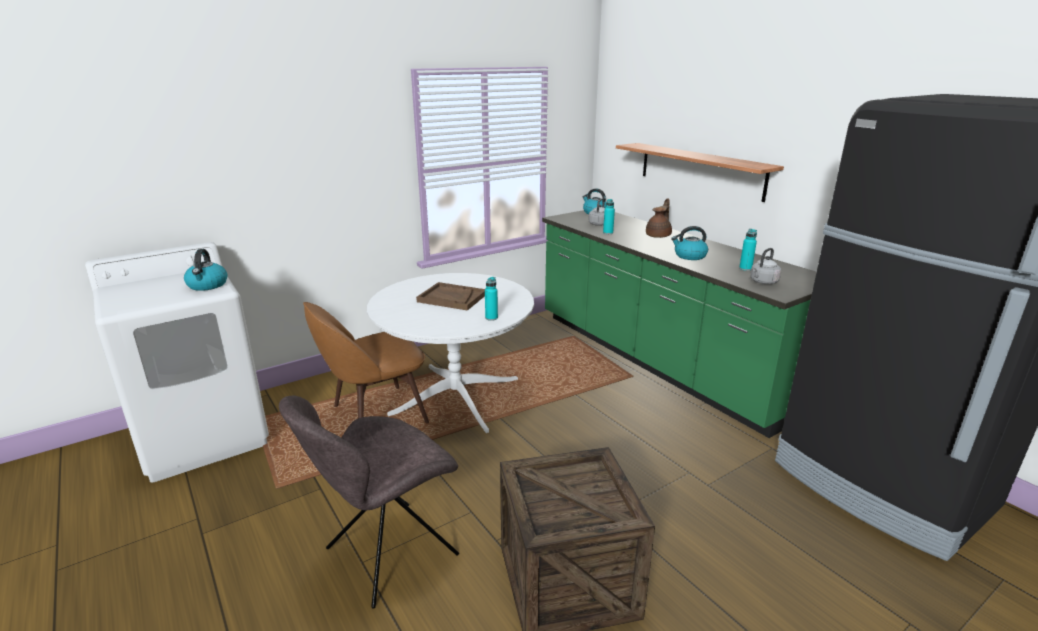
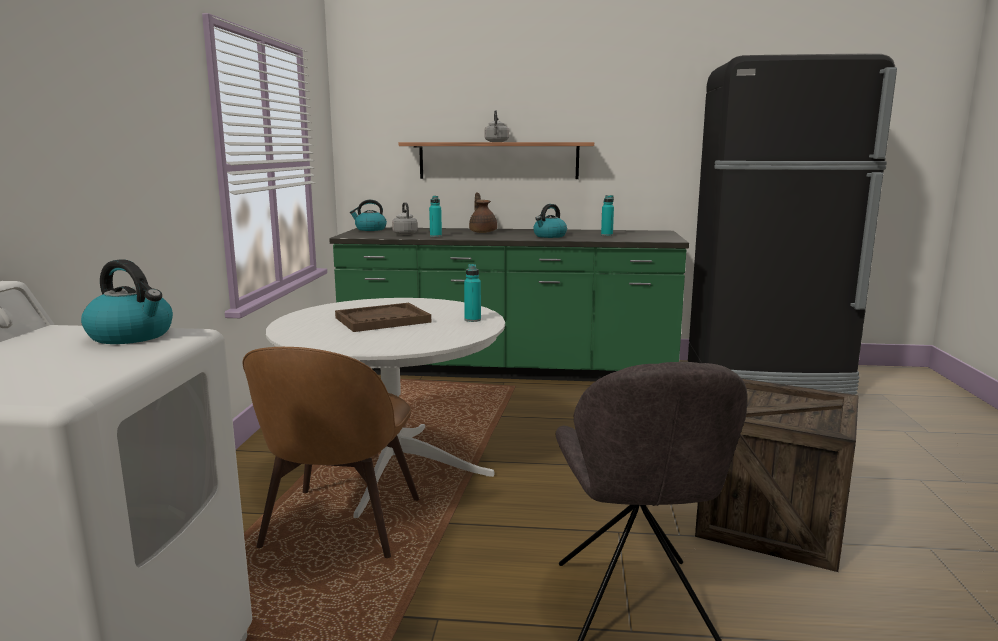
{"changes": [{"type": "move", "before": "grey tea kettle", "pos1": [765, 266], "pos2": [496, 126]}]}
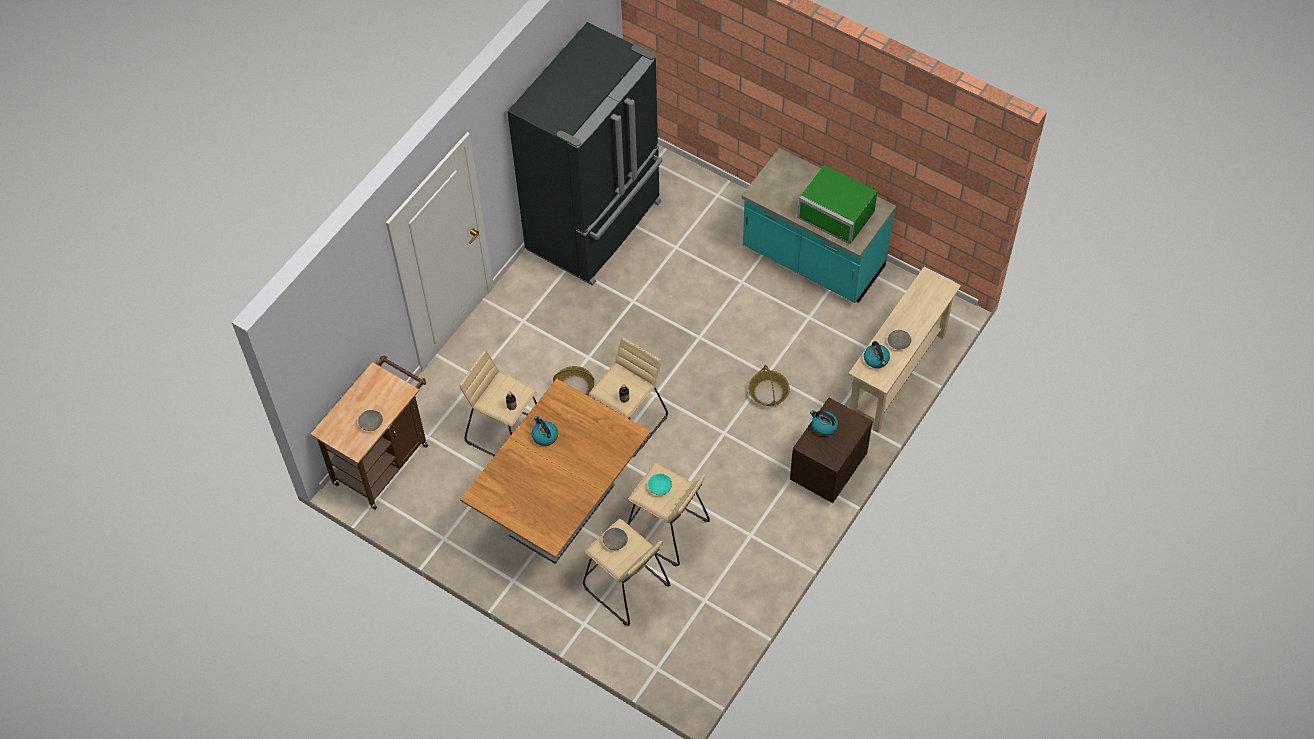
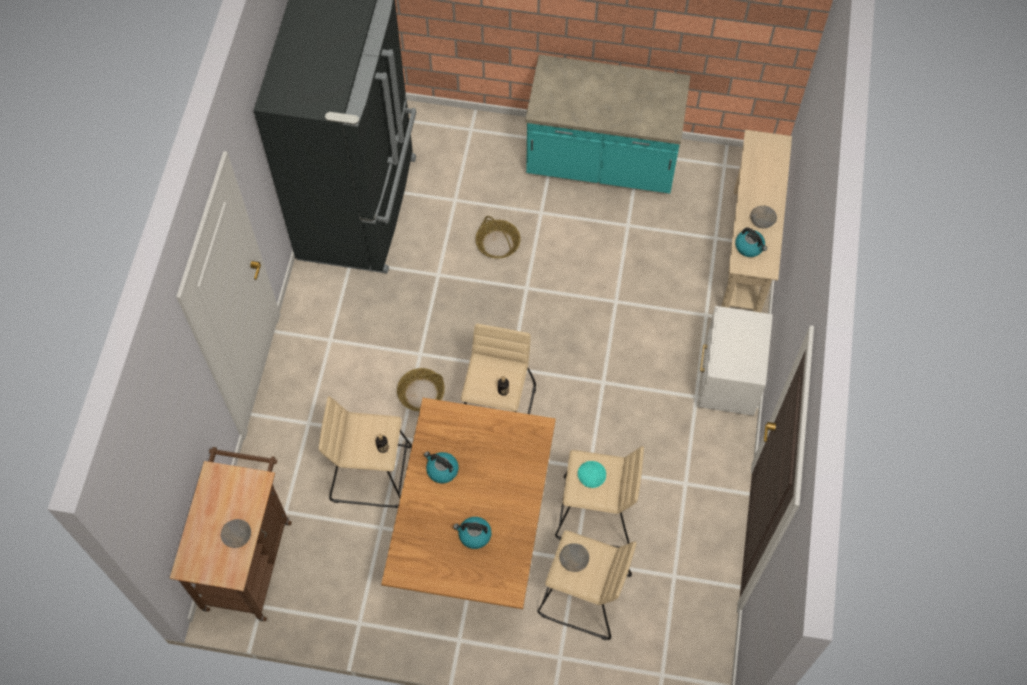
{"changes": [{"type": "delete", "before": "green-coloured microwave oven", "pos1": [837, 205]}, {"type": "move", "before": "storage basket", "pos1": [769, 385], "pos2": [498, 237]}, {"type": "recolor", "before": "brownish bedside table", "after": "whitish bedside table", "pos1": [831, 450], "pos2": [735, 361]}, {"type": "move", "before": "tea kettle", "pos1": [824, 423], "pos2": [472, 533]}]}
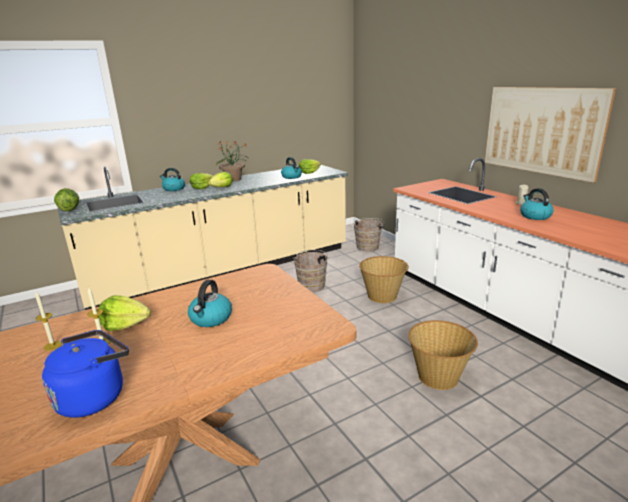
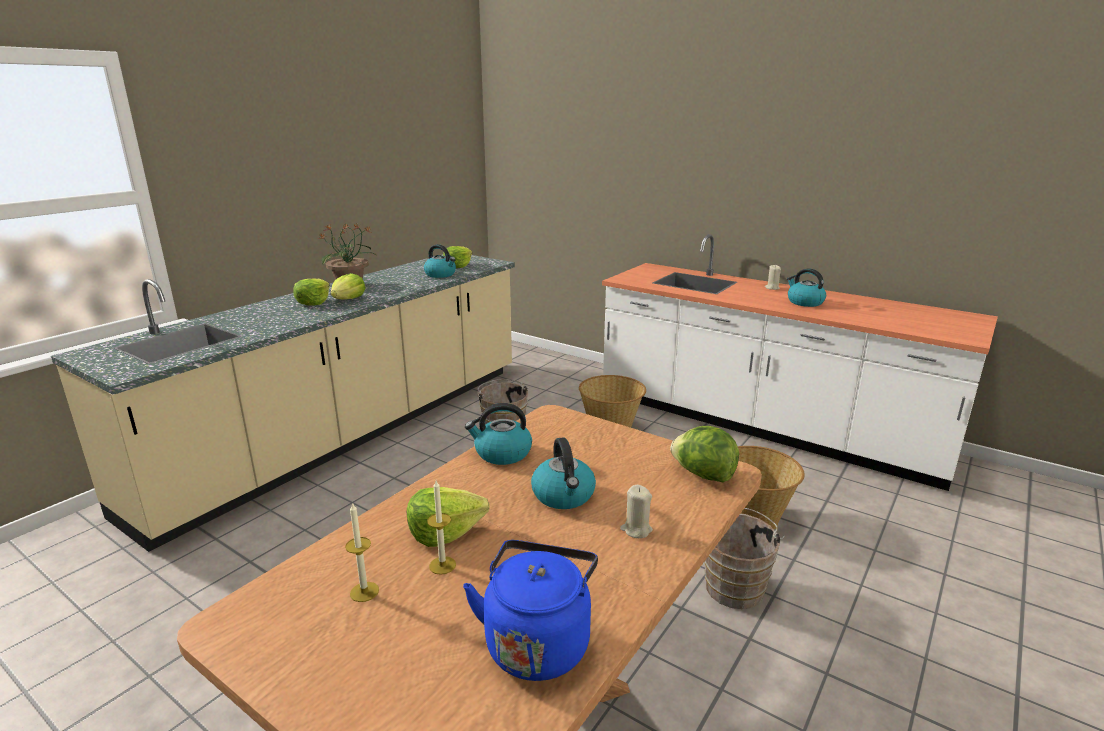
{"changes": [{"type": "delete", "before": "picture", "pos1": [550, 135]}, {"type": "move", "before": "tea kettle", "pos1": [172, 179], "pos2": [498, 434]}, {"type": "move", "before": "lettuce head", "pos1": [66, 199], "pos2": [704, 454]}, {"type": "move", "before": "brownish water bucket", "pos1": [369, 235], "pos2": [744, 558]}, {"type": "insert", "after": "beige-coloured wax candle", "pos2": [636, 511]}]}
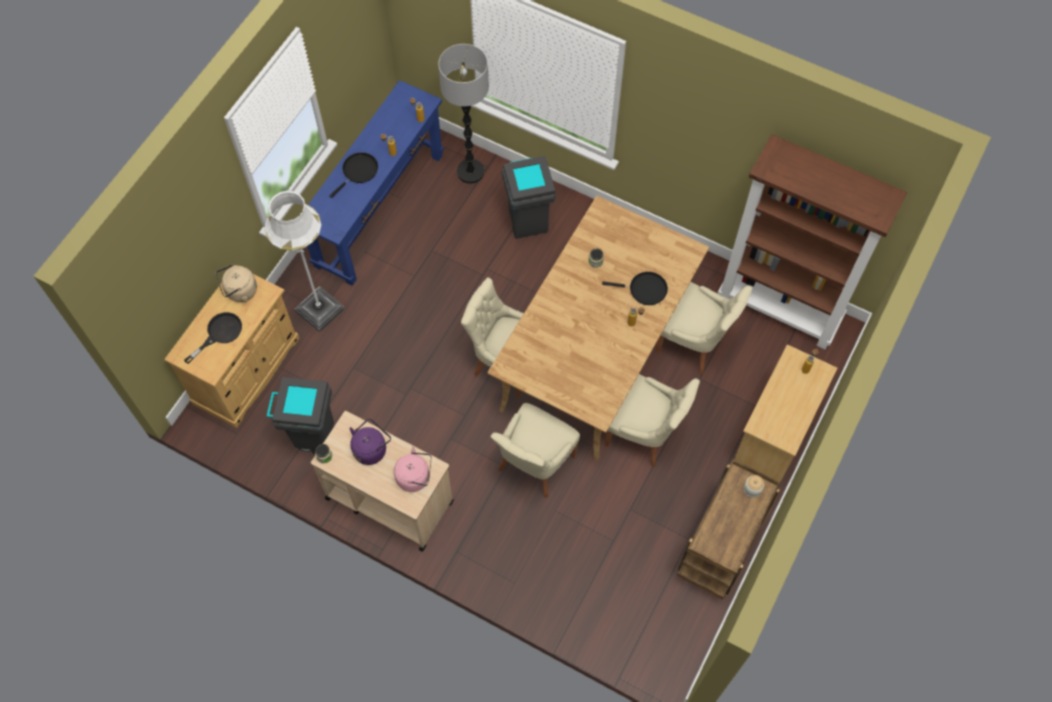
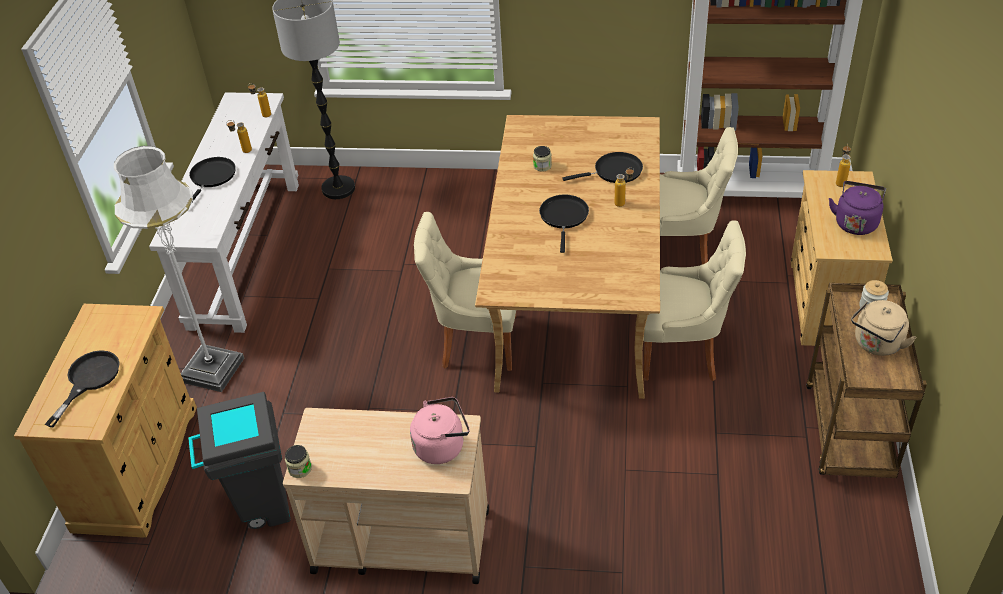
{"changes": [{"type": "recolor", "before": "bluish narrow table", "after": "whitish narrow table", "pos1": [375, 183], "pos2": [224, 212]}, {"type": "delete", "before": "grey trash can", "pos1": [529, 197]}, {"type": "move", "before": "beige-coloured tea kettle", "pos1": [236, 283], "pos2": [884, 328]}, {"type": "delete", "before": "beige-coloured chair", "pos1": [535, 450]}, {"type": "move", "before": "purple-coloured tea kettle", "pos1": [370, 442], "pos2": [857, 208]}, {"type": "insert", "after": "black-coloured pan", "pos2": [564, 223]}]}
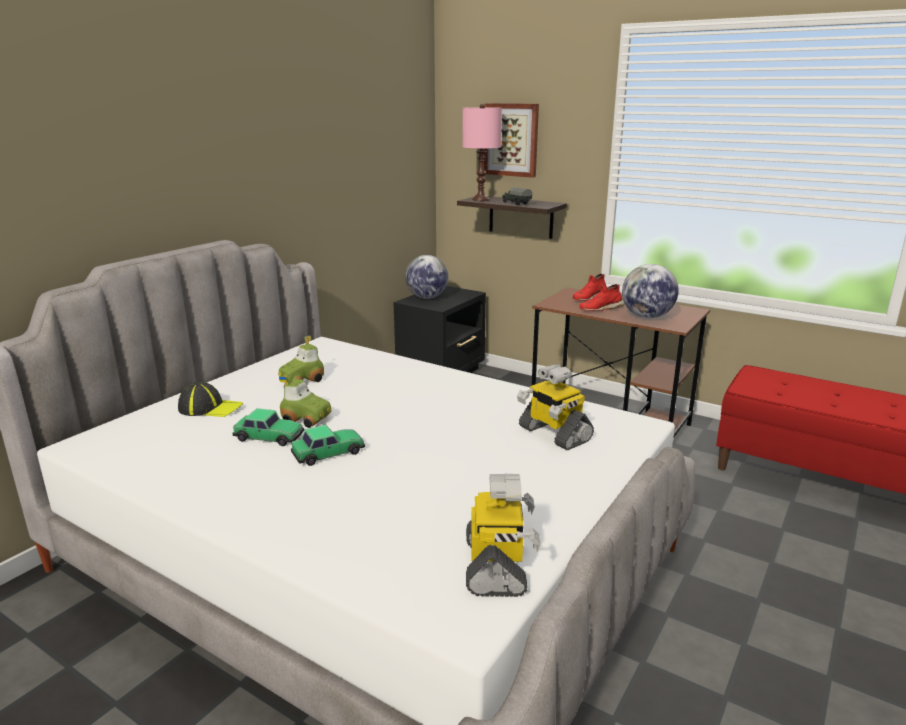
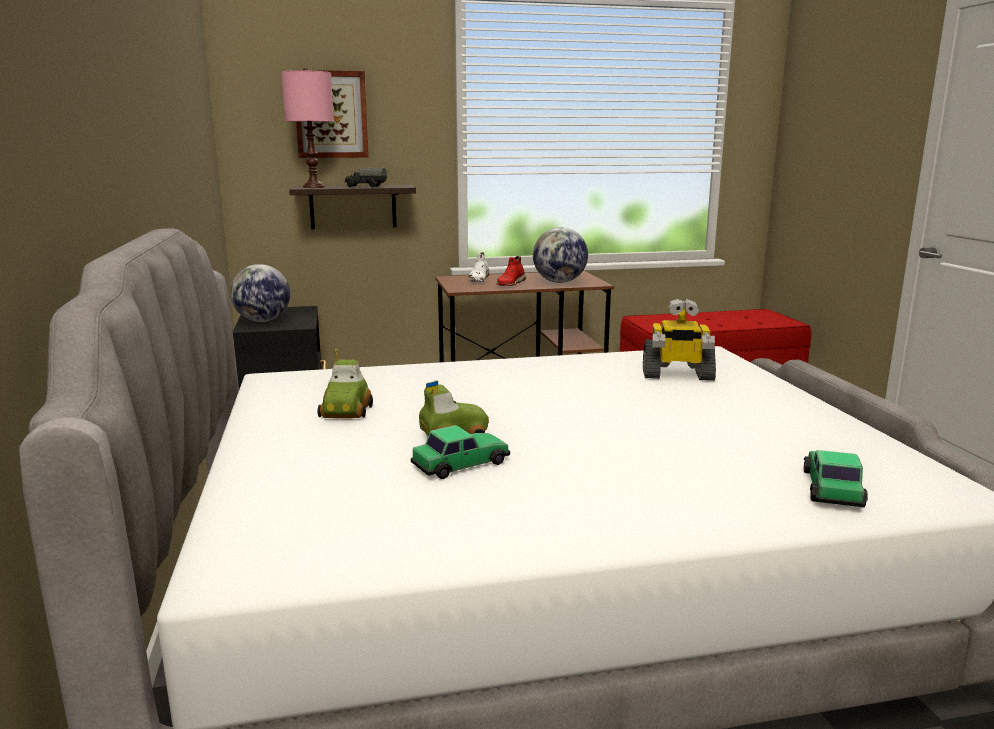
{"changes": [{"type": "recolor", "before": "red low shoe", "after": "whitish low shoe", "pos1": [590, 287], "pos2": [478, 266]}, {"type": "delete", "before": "baseball cap", "pos1": [210, 399]}, {"type": "move", "before": "miniature car", "pos1": [328, 445], "pos2": [836, 478]}, {"type": "delete", "before": "robot figure", "pos1": [503, 535]}]}
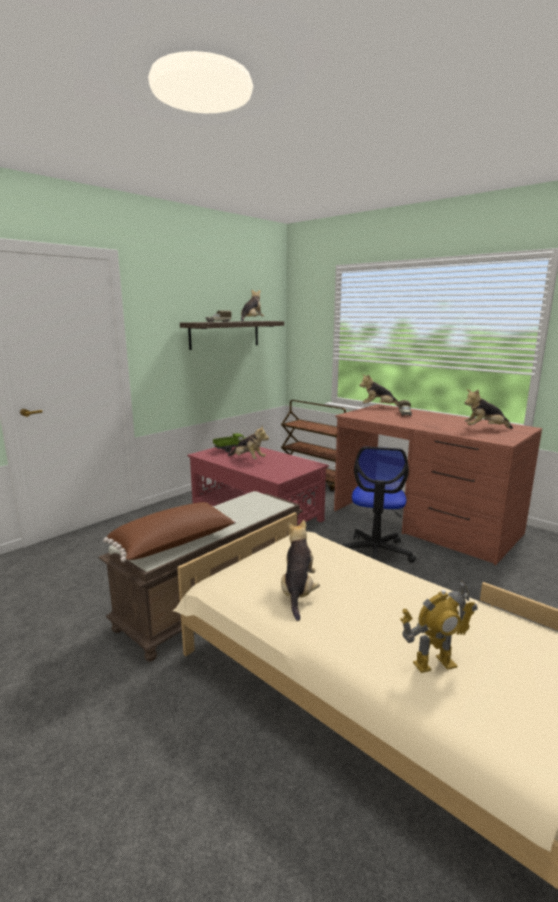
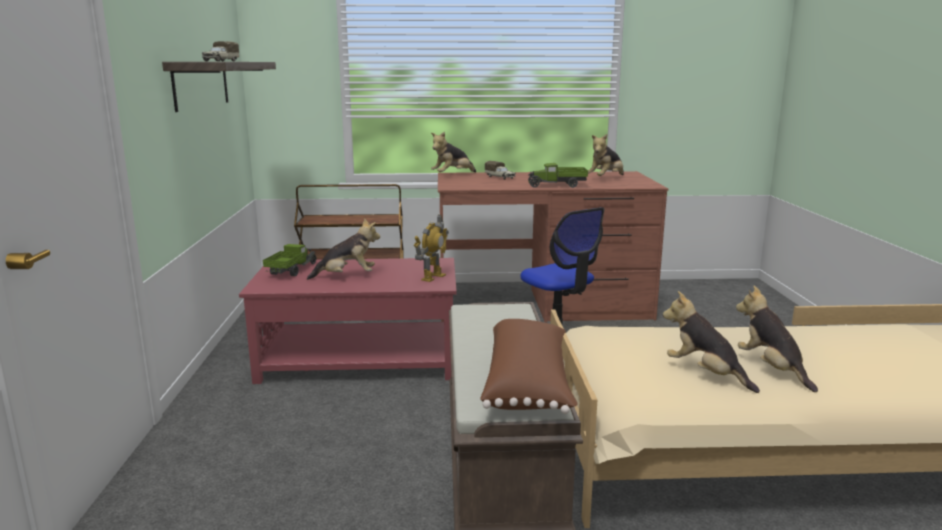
{"changes": [{"type": "move", "before": "plush toy", "pos1": [252, 305], "pos2": [777, 339]}, {"type": "move", "before": "robot figure", "pos1": [438, 627], "pos2": [431, 248]}, {"type": "insert", "after": "model truck", "pos2": [557, 175]}]}
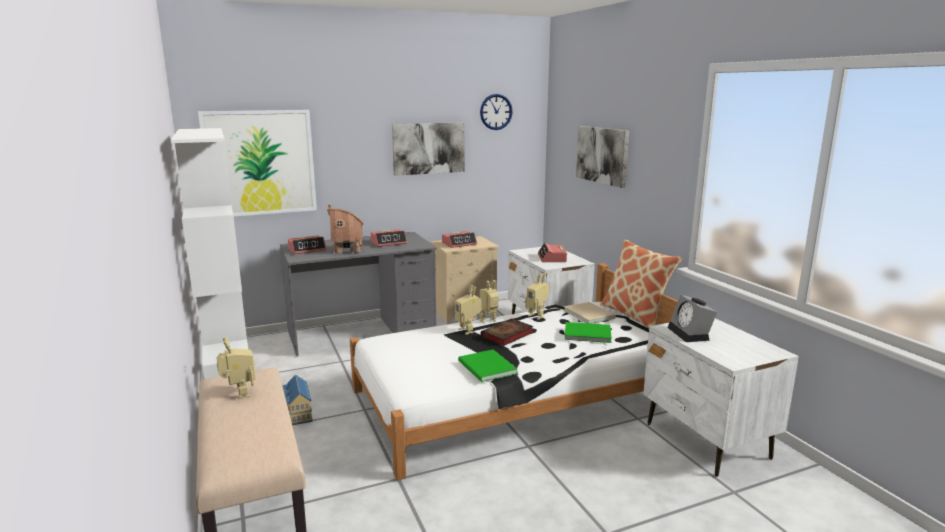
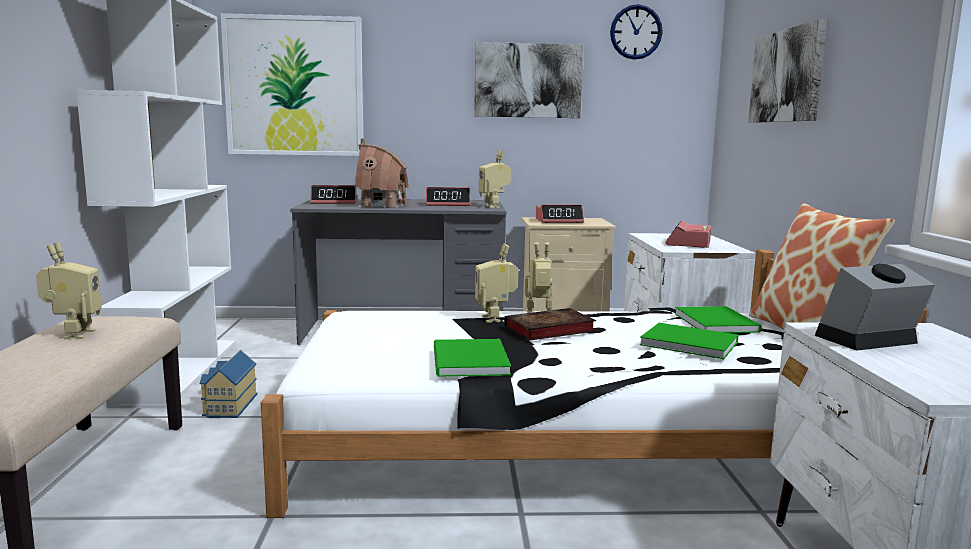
{"changes": [{"type": "move", "before": "robot figure", "pos1": [537, 296], "pos2": [495, 179]}, {"type": "rotate", "before": "bedside clock", "pos1": [692, 318], "pos2": [875, 307], "turn": 60}, {"type": "recolor", "before": "beige-coloured bound book", "after": "green-coloured bound book", "pos1": [590, 313], "pos2": [718, 319]}]}
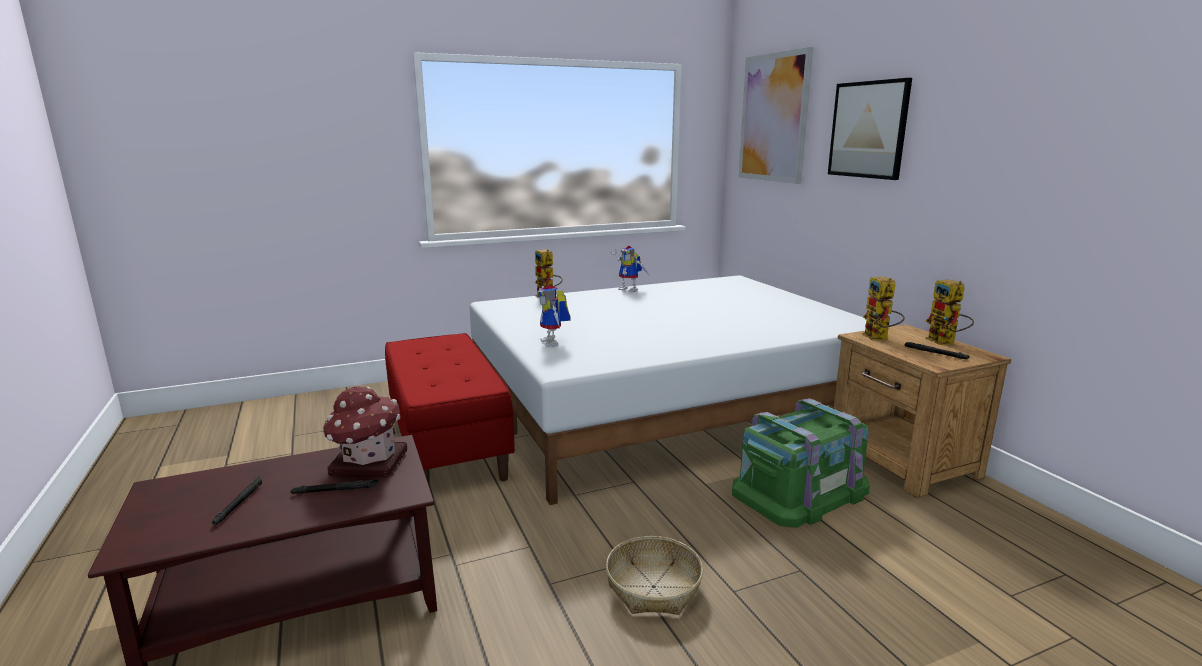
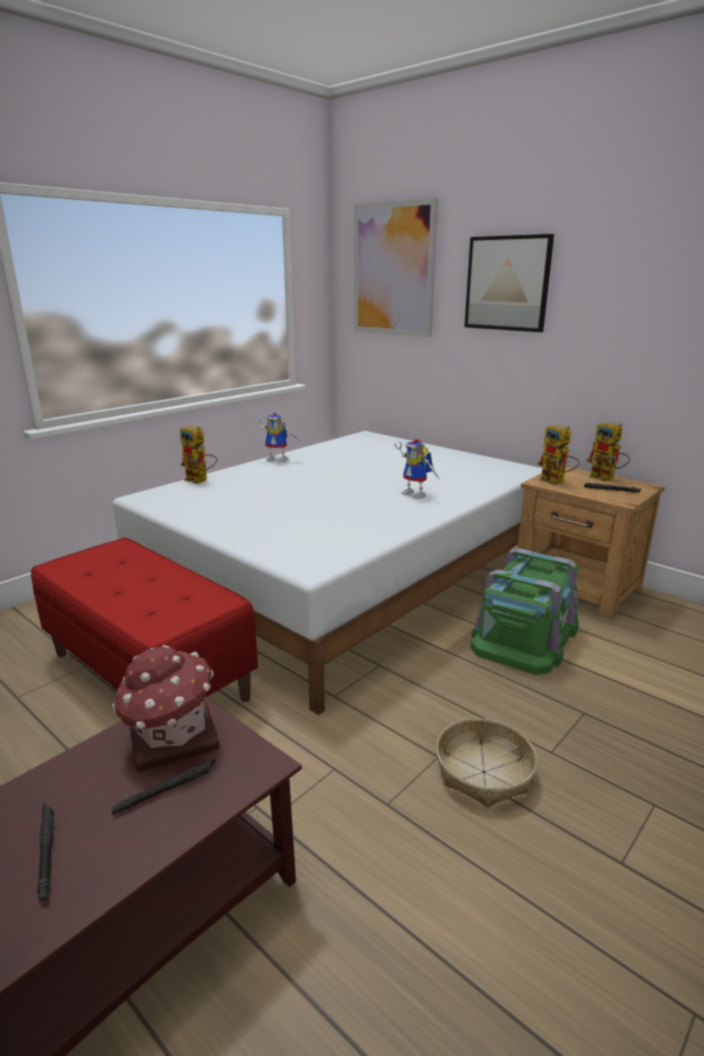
{"changes": [{"type": "move", "before": "robot figure", "pos1": [554, 316], "pos2": [417, 469]}]}
